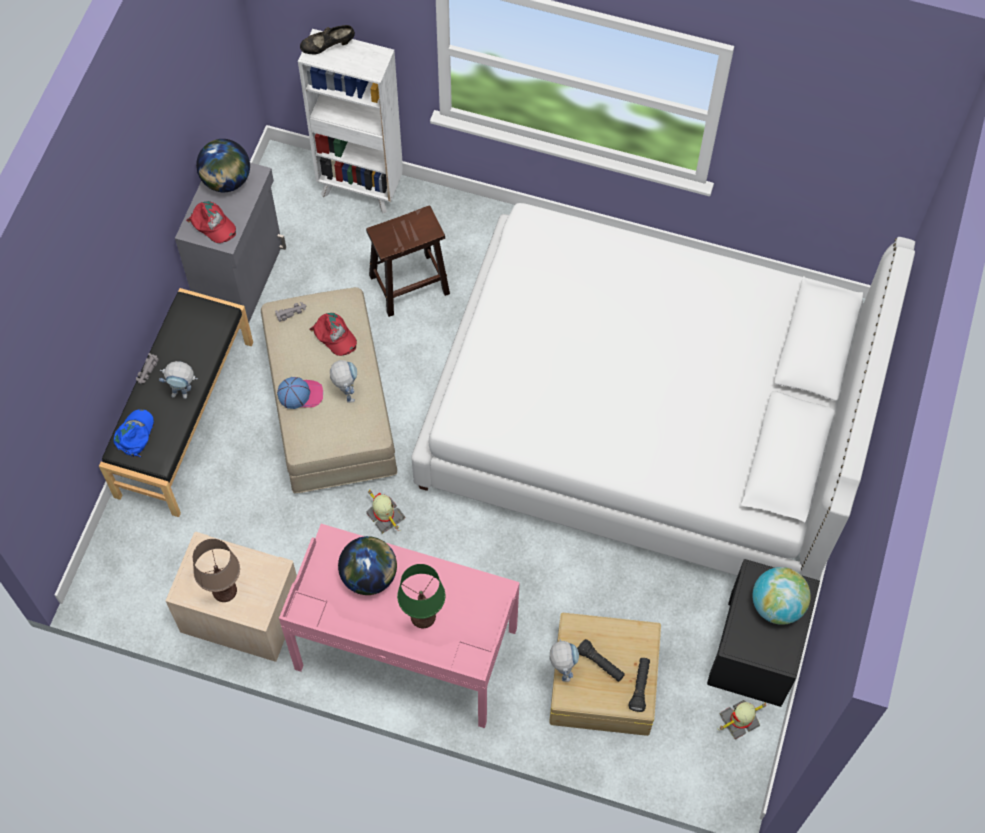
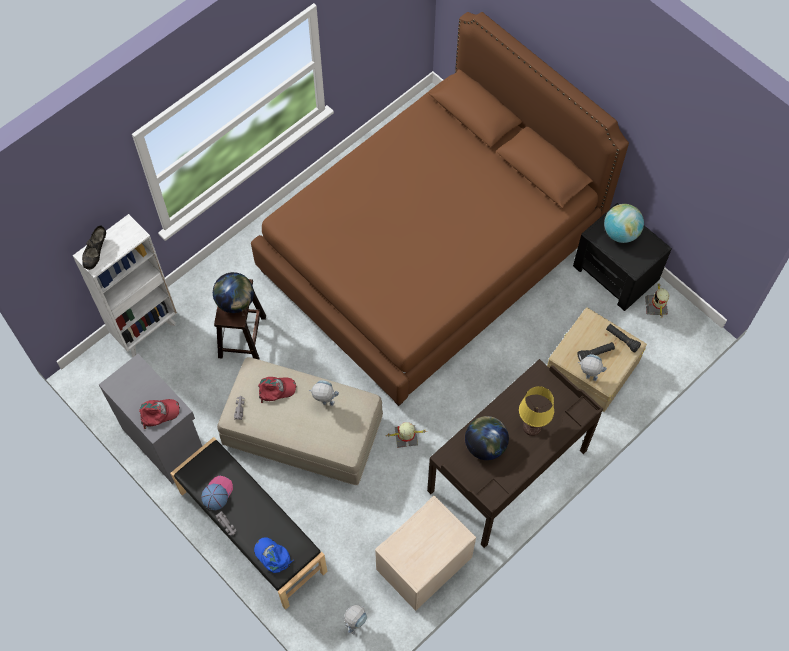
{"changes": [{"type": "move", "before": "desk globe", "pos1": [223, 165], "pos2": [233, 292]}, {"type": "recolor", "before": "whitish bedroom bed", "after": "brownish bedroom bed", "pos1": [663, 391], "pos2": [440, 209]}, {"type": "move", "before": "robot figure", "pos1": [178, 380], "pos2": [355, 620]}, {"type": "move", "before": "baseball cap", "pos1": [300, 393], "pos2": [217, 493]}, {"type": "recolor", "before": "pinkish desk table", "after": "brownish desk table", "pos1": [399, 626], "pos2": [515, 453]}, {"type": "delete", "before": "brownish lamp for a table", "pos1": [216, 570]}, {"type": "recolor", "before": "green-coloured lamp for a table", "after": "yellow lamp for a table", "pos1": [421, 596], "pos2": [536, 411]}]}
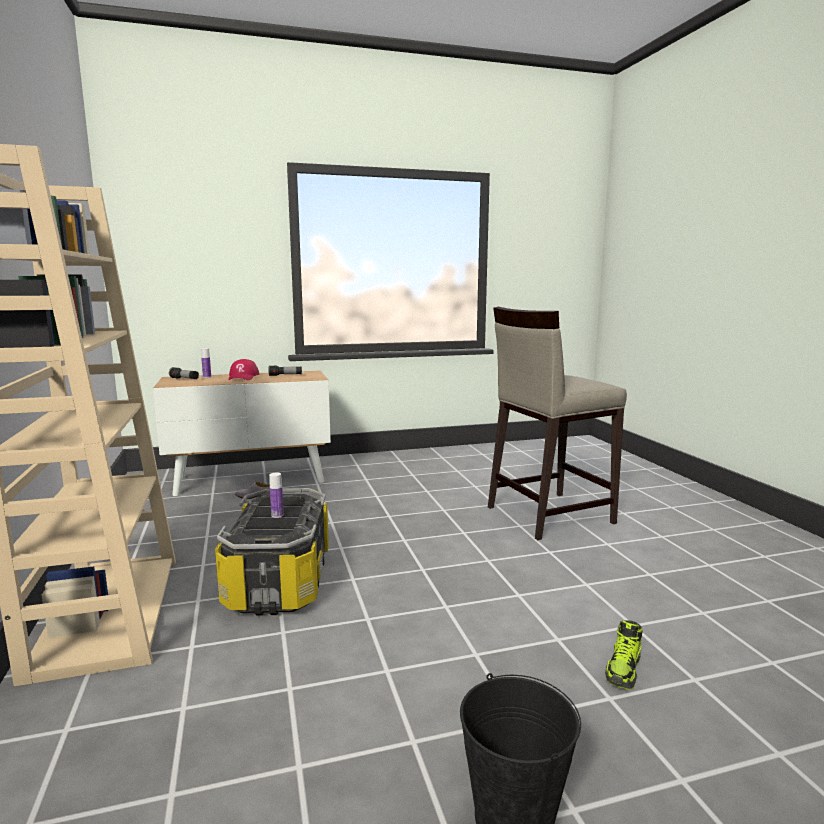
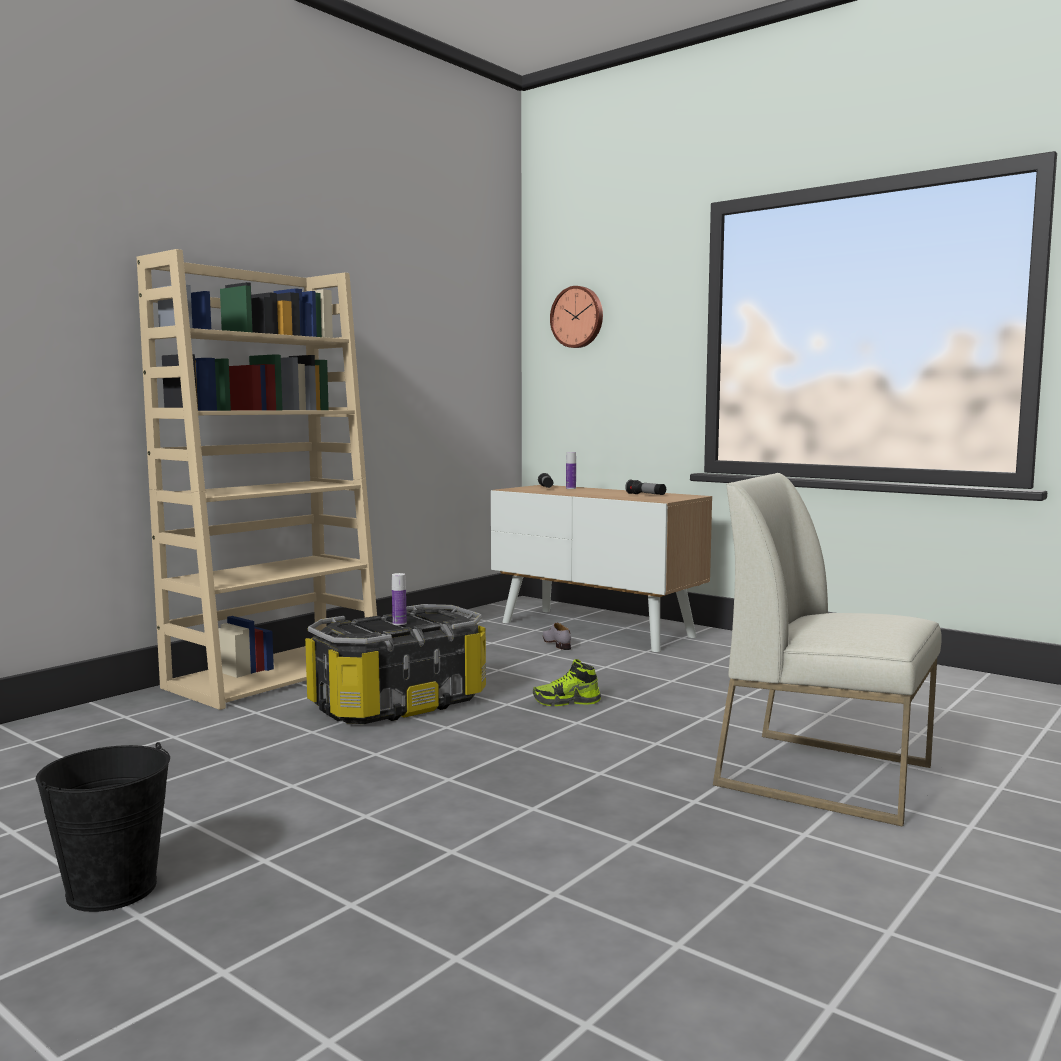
{"changes": [{"type": "replace", "before": "beige-coloured stool seat", "after": "whitish chair", "pos1": [557, 423], "pos2": [827, 649]}, {"type": "delete", "before": "red baseball cap", "pos1": [244, 369]}, {"type": "move", "before": "low shoe", "pos1": [624, 655], "pos2": [567, 682]}, {"type": "insert", "after": "hanging clock", "pos2": [576, 317]}]}
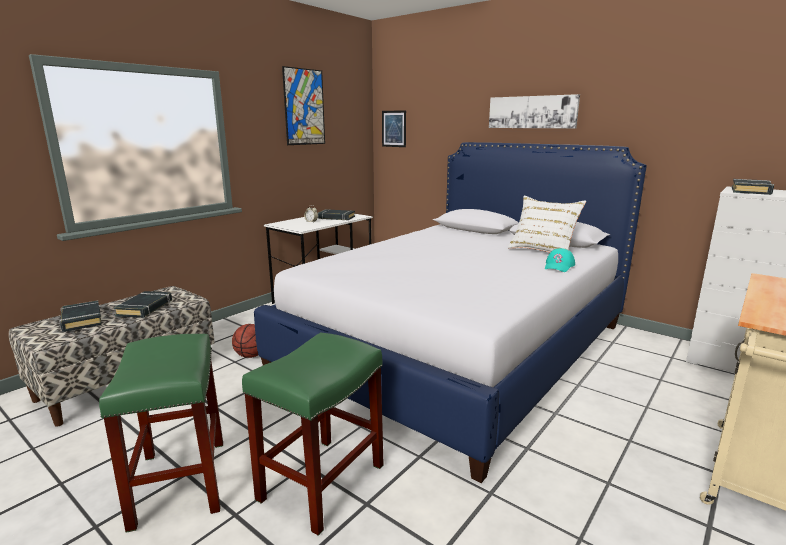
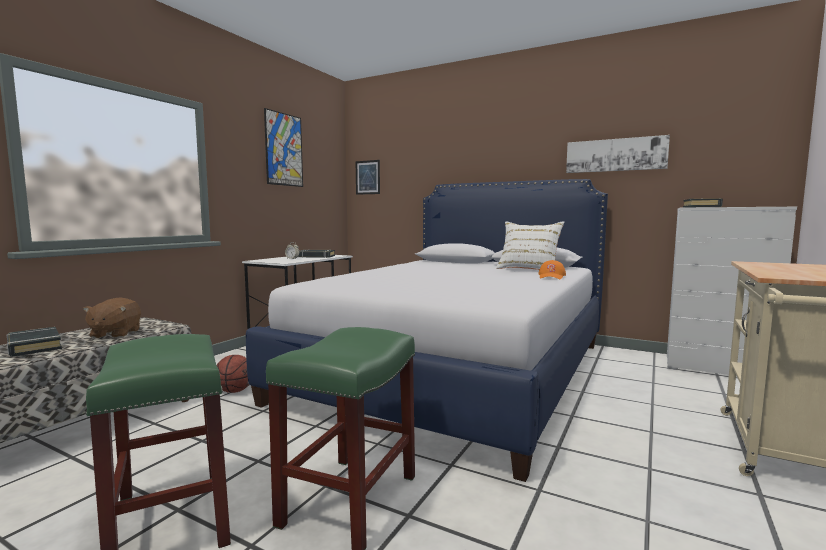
{"changes": [{"type": "move", "before": "picture", "pos1": [534, 111], "pos2": [618, 154]}, {"type": "recolor", "before": "blue-green baseball cap", "after": "orange baseball cap", "pos1": [560, 260], "pos2": [552, 269]}, {"type": "replace", "before": "black-coloured bound book", "after": "brownish plush toy", "pos1": [143, 304], "pos2": [112, 318]}]}
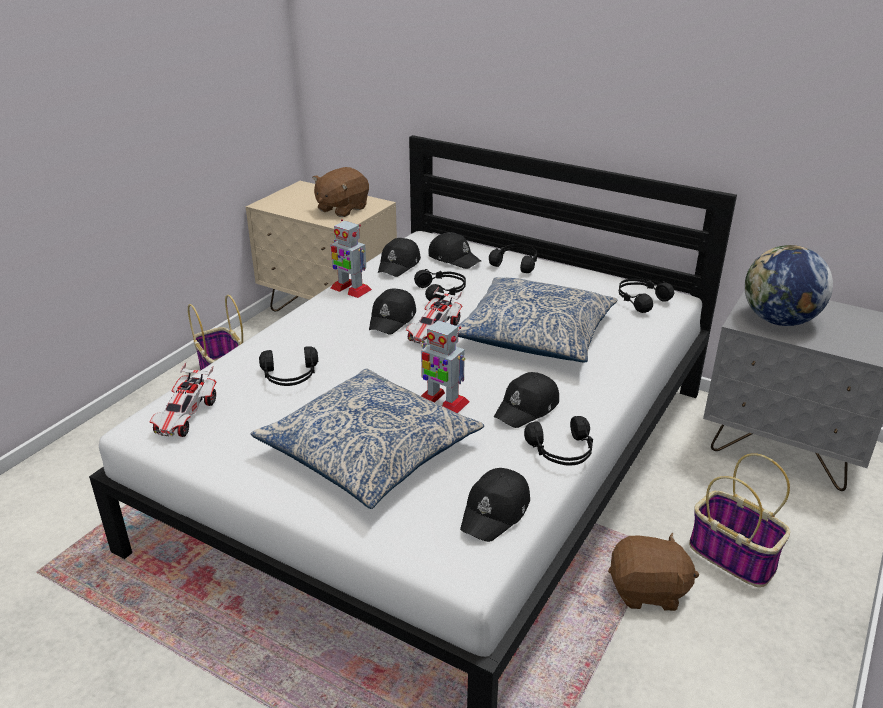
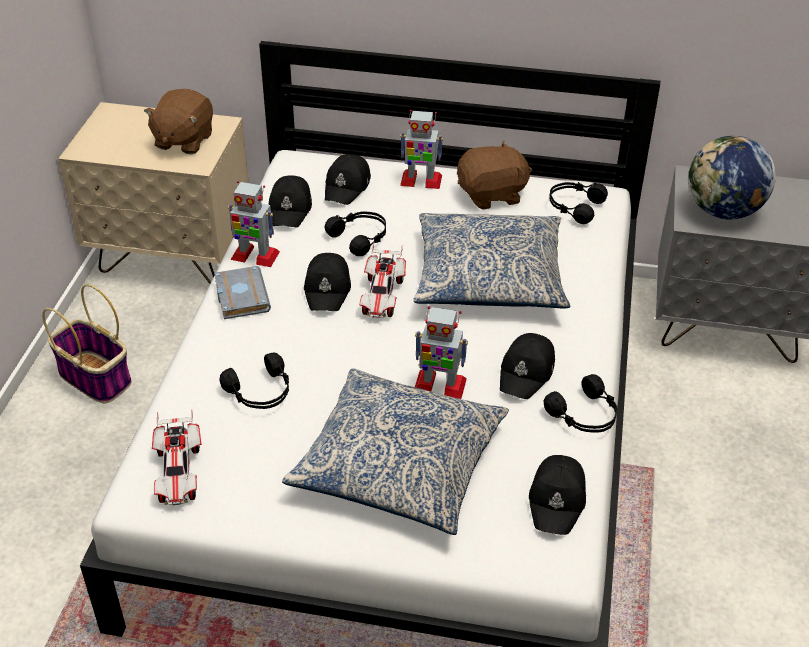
{"changes": [{"type": "rotate", "before": "black-coloured baseball cap", "pos1": [454, 250], "pos2": [348, 179], "turn": 90}, {"type": "replace", "before": "black-coloured pair of headphones", "after": "robot figure", "pos1": [513, 258], "pos2": [421, 149]}, {"type": "delete", "before": "storage basket", "pos1": [739, 520]}, {"type": "move", "before": "brownish plush toy", "pos1": [653, 572], "pos2": [494, 175]}, {"type": "insert", "after": "grey bound book", "pos2": [242, 292]}]}
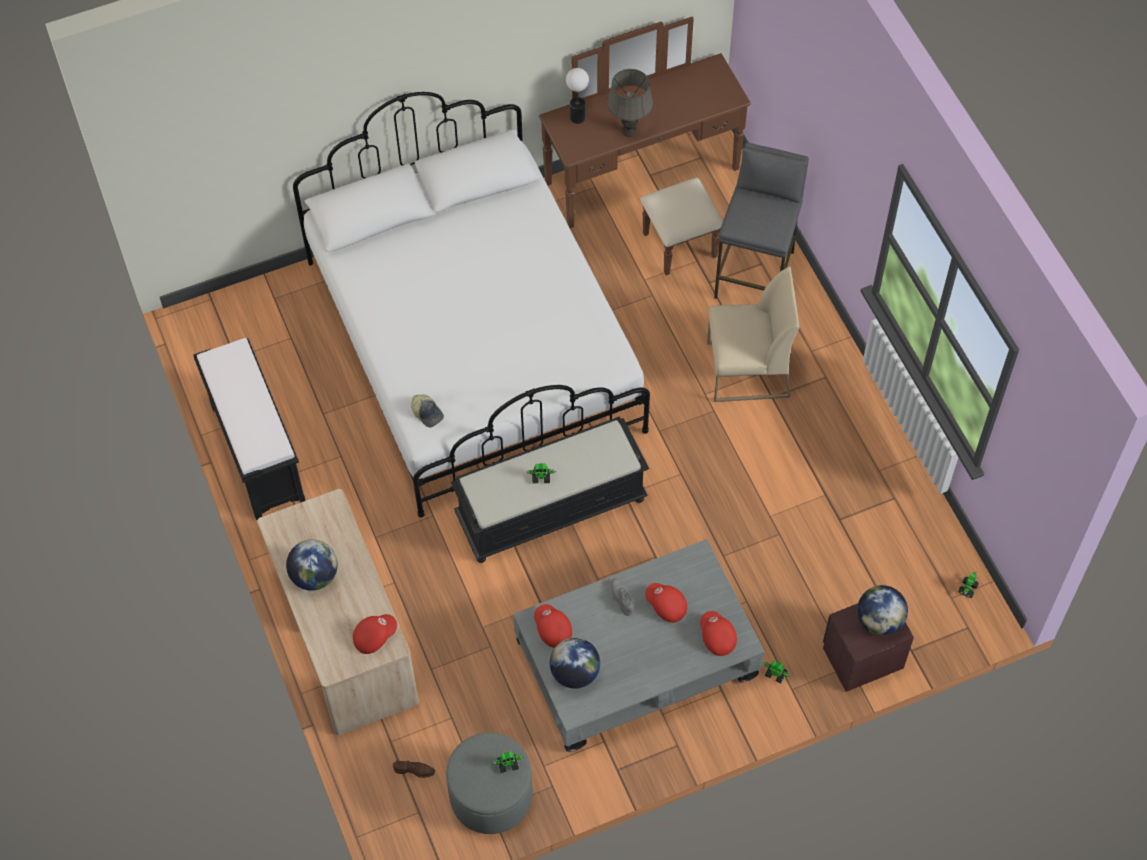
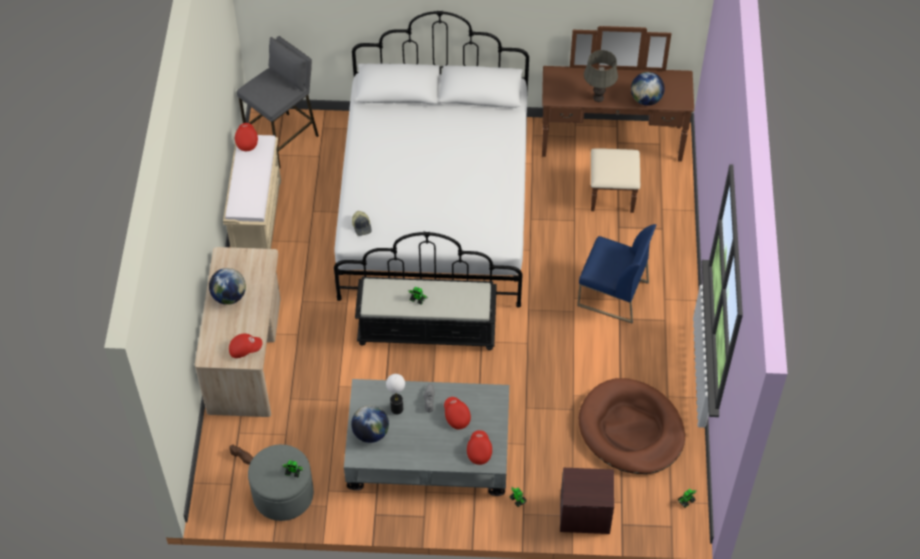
{"changes": [{"type": "move", "before": "lamp for a table", "pos1": [577, 96], "pos2": [395, 394]}, {"type": "move", "before": "grey stool seat", "pos1": [761, 220], "pos2": [278, 102]}, {"type": "recolor", "before": "beige-coloured chair", "after": "bluish chair", "pos1": [753, 334], "pos2": [617, 273]}, {"type": "recolor", "before": "black-coloured long seat", "after": "beige-coloured long seat", "pos1": [249, 429], "pos2": [252, 192]}, {"type": "move", "before": "desk globe", "pos1": [882, 610], "pos2": [648, 89]}, {"type": "move", "before": "red baseball cap", "pos1": [553, 626], "pos2": [246, 137]}, {"type": "insert", "after": "brownish pet bed", "pos2": [632, 426]}]}
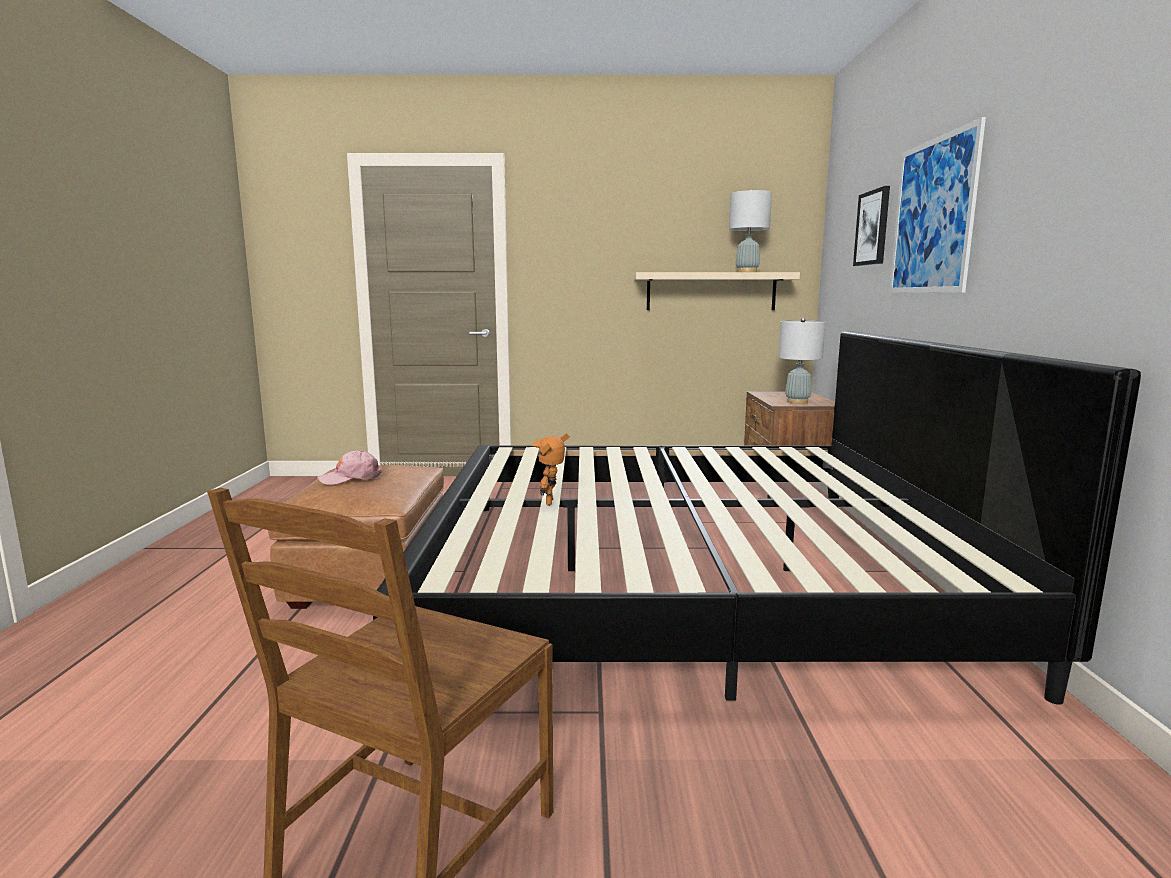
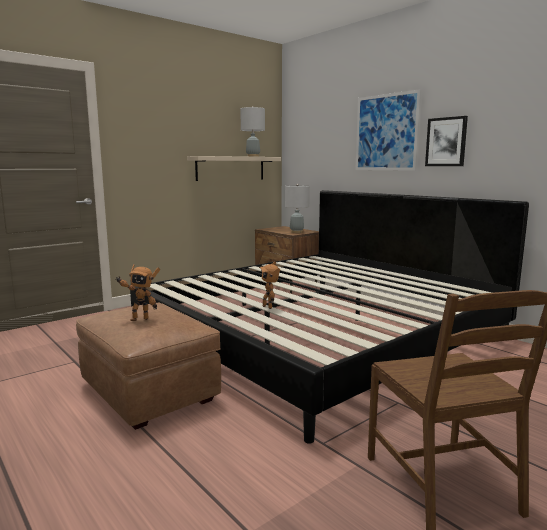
{"changes": [{"type": "move", "before": "picture", "pos1": [871, 226], "pos2": [446, 141]}, {"type": "replace", "before": "pinkish baseball cap", "after": "robot figure", "pos1": [349, 467], "pos2": [137, 292]}]}
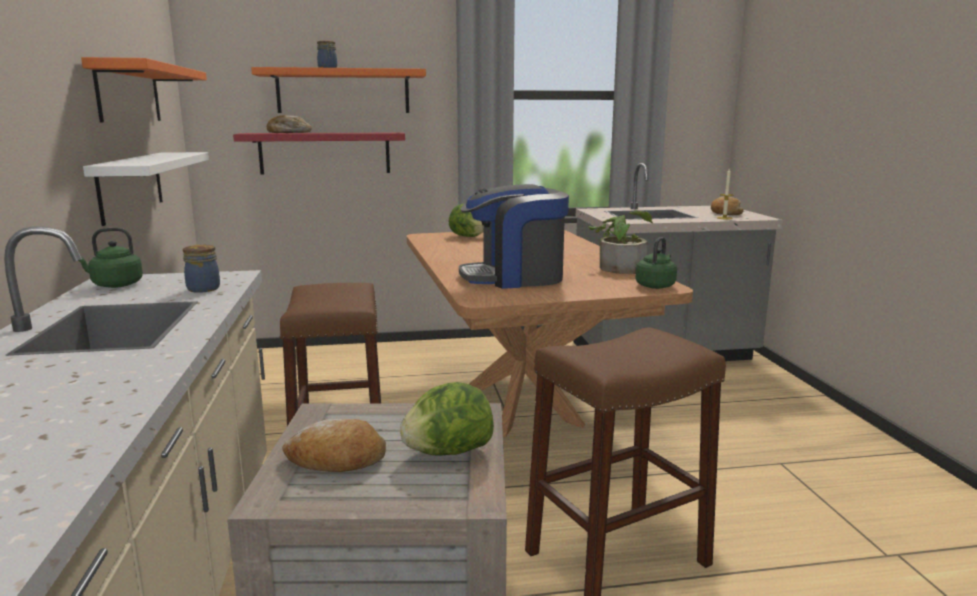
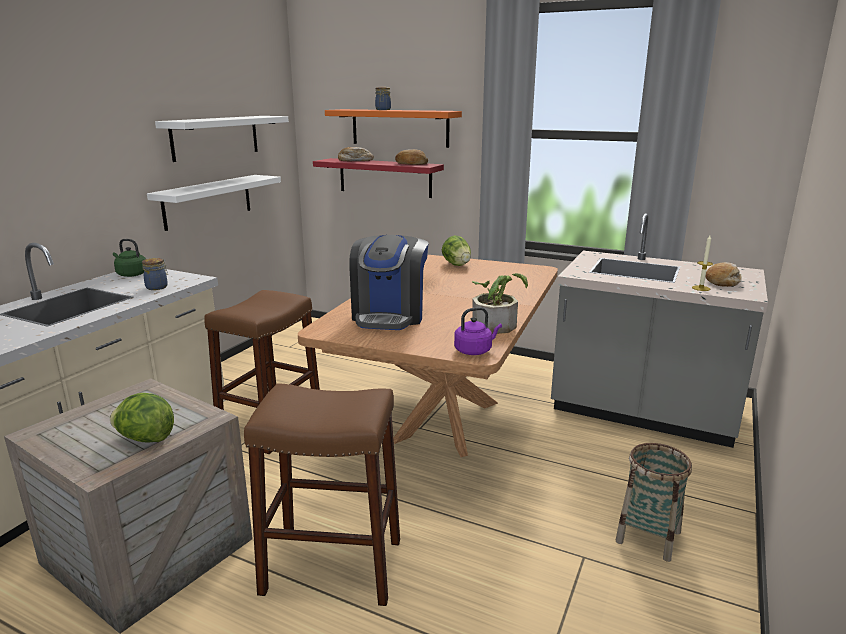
{"changes": [{"type": "recolor", "before": "orange wall shelf", "after": "whitish wall shelf", "pos1": [144, 89], "pos2": [222, 139]}, {"type": "rotate", "before": "coffee maker", "pos1": [514, 236], "pos2": [388, 282], "turn": -105}, {"type": "recolor", "before": "green-coloured tea kettle", "after": "purple-coloured tea kettle", "pos1": [656, 263], "pos2": [478, 331]}, {"type": "move", "before": "bread", "pos1": [334, 445], "pos2": [411, 157]}, {"type": "insert", "after": "storage basket", "pos2": [654, 502]}]}
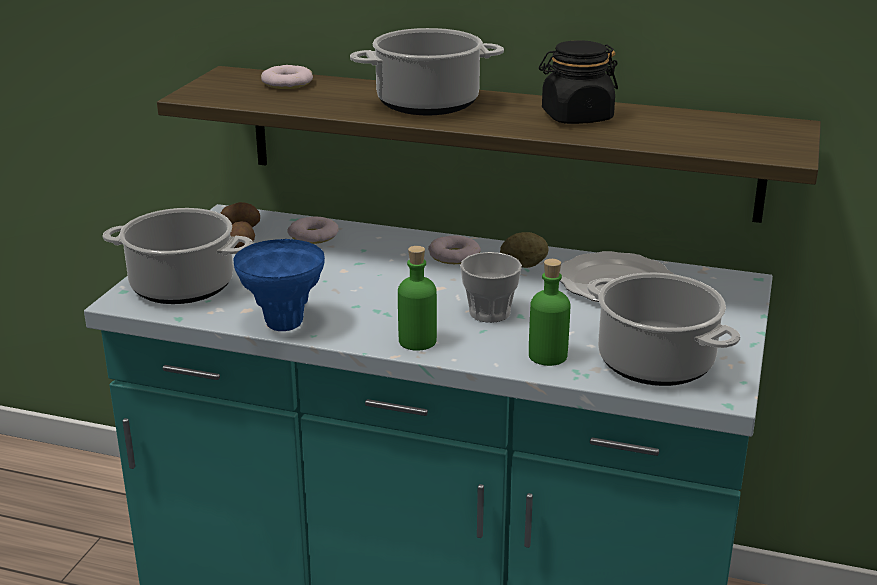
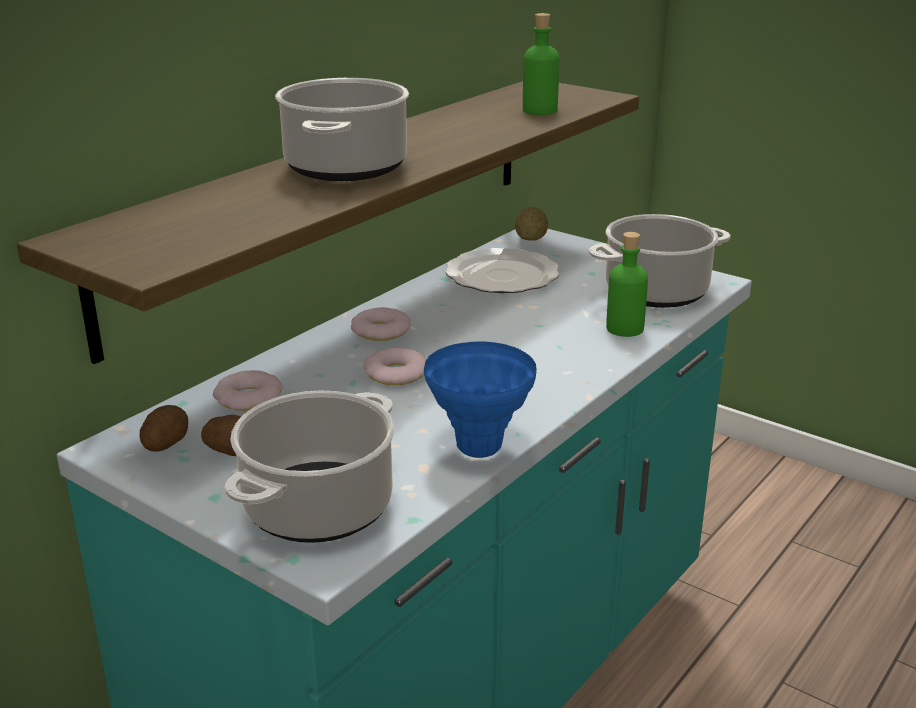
{"changes": [{"type": "delete", "before": "black-coloured jar", "pos1": [578, 82]}, {"type": "move", "before": "ring doughnut", "pos1": [287, 77], "pos2": [395, 366]}, {"type": "move", "before": "whole potato", "pos1": [524, 250], "pos2": [531, 224]}, {"type": "move", "before": "green-coloured beverage bottle", "pos1": [417, 298], "pos2": [541, 64]}, {"type": "delete", "before": "small cup", "pos1": [491, 287]}]}
